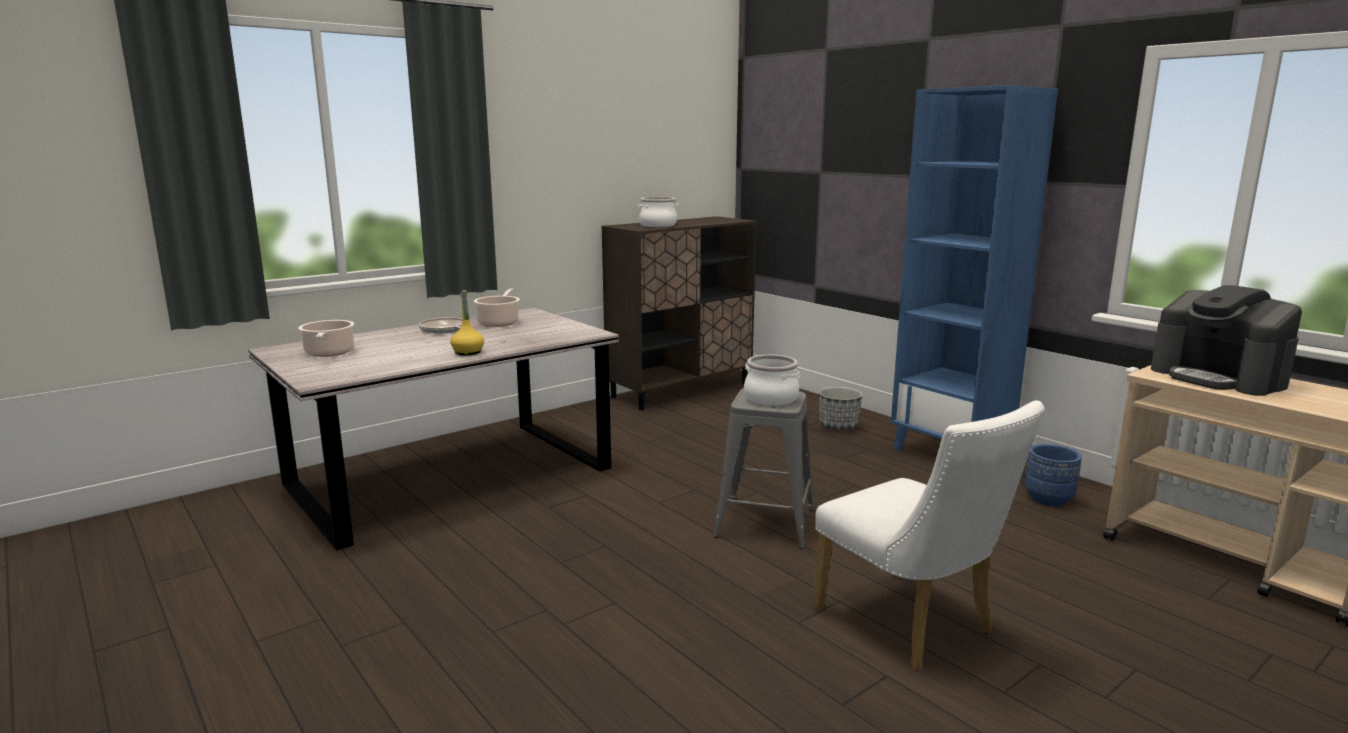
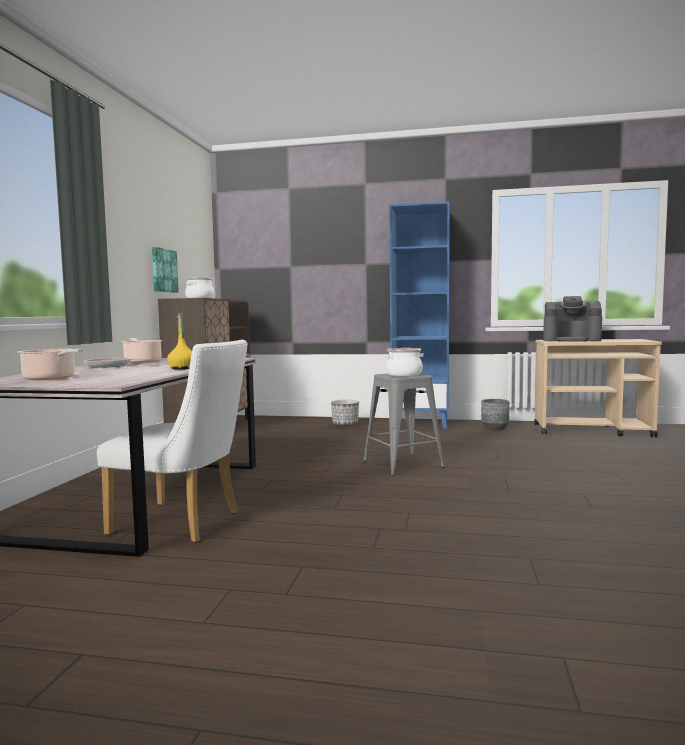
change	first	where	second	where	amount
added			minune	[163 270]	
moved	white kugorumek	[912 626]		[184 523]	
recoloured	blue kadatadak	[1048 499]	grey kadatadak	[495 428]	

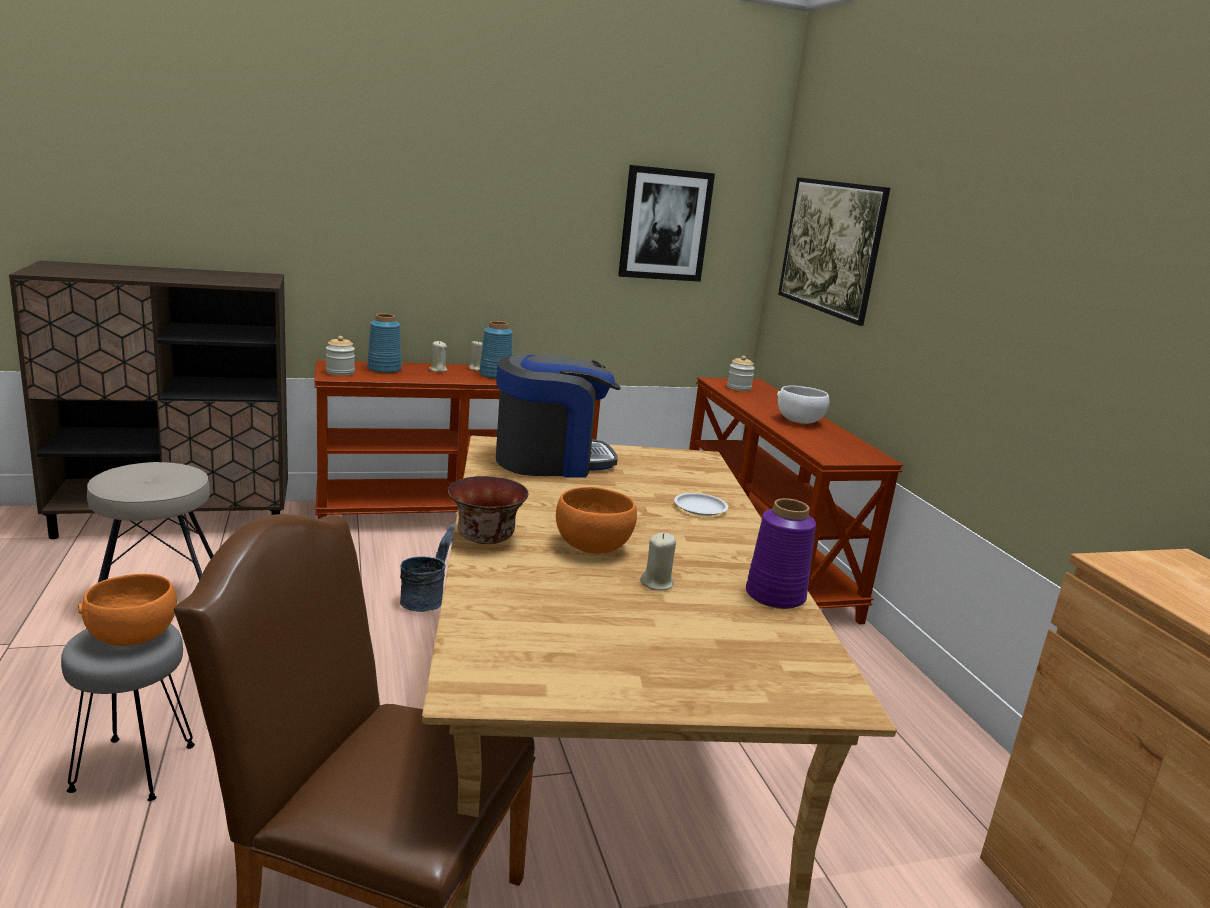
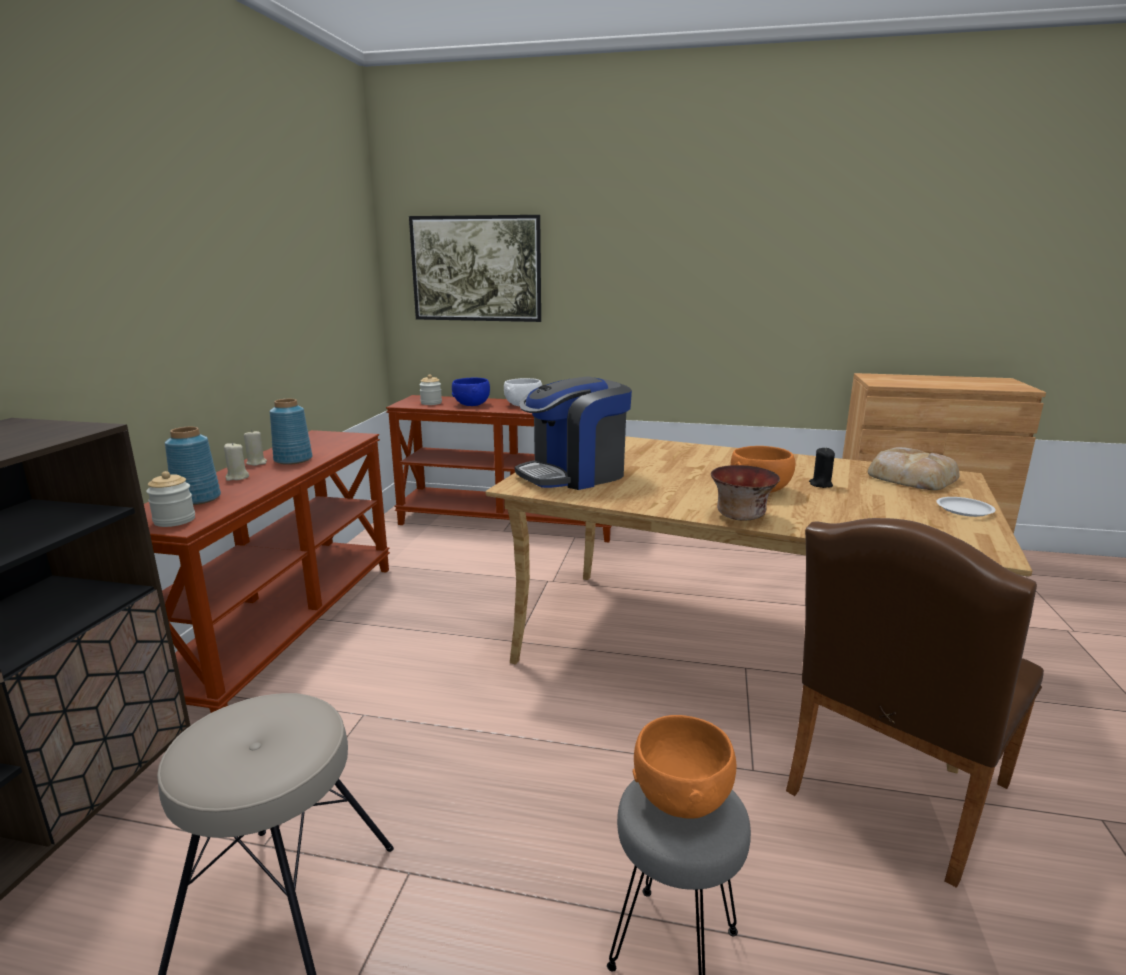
change	first	where	second	where	amount
removed	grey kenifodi	[426 600]			
removed	minune	[665 224]			
removed	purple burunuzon	[774 596]			
added			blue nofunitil	[472 405]	
added			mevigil	[910 477]	
moved	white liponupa	[700 508]		[963 510]	
recoloured	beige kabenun	[657 583]	black kabenun	[820 484]	
turned	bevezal	[551 460]		[574 474]	135 degrees counterclockwise

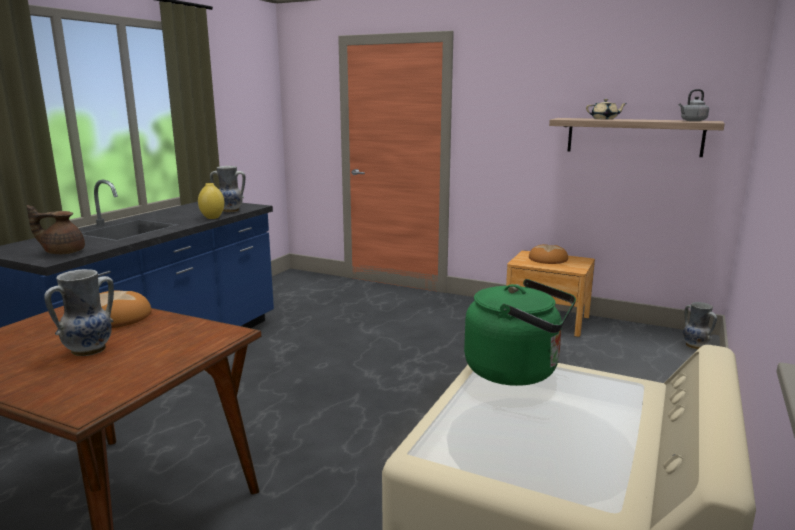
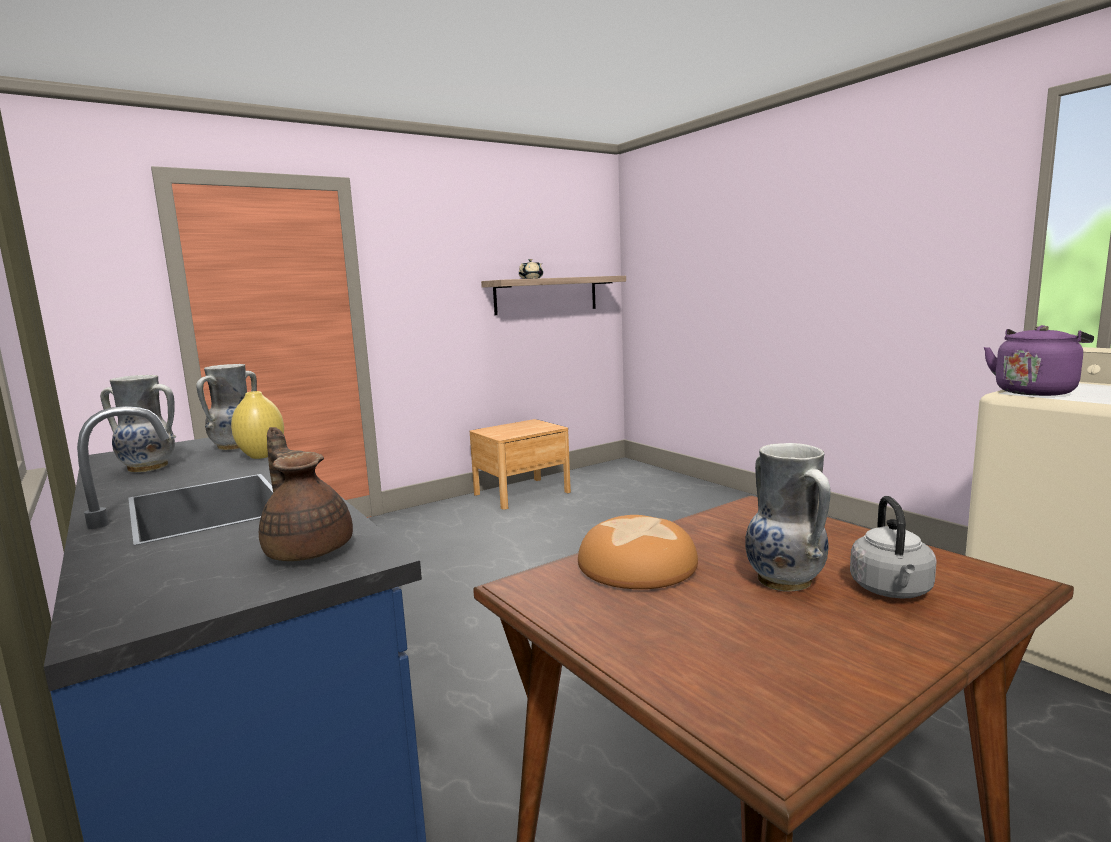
change	first	where	second	where	amount
removed	mevigil	[548 259]			
moved	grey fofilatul	[692 121]		[892 591]	
moved	burunuzon	[695 346]		[149 467]	
recoloured	green fofilatul	[517 371]	purple fofilatul	[1035 391]	
turned	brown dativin	[63 252]		[308 549]	120 degrees clockwise

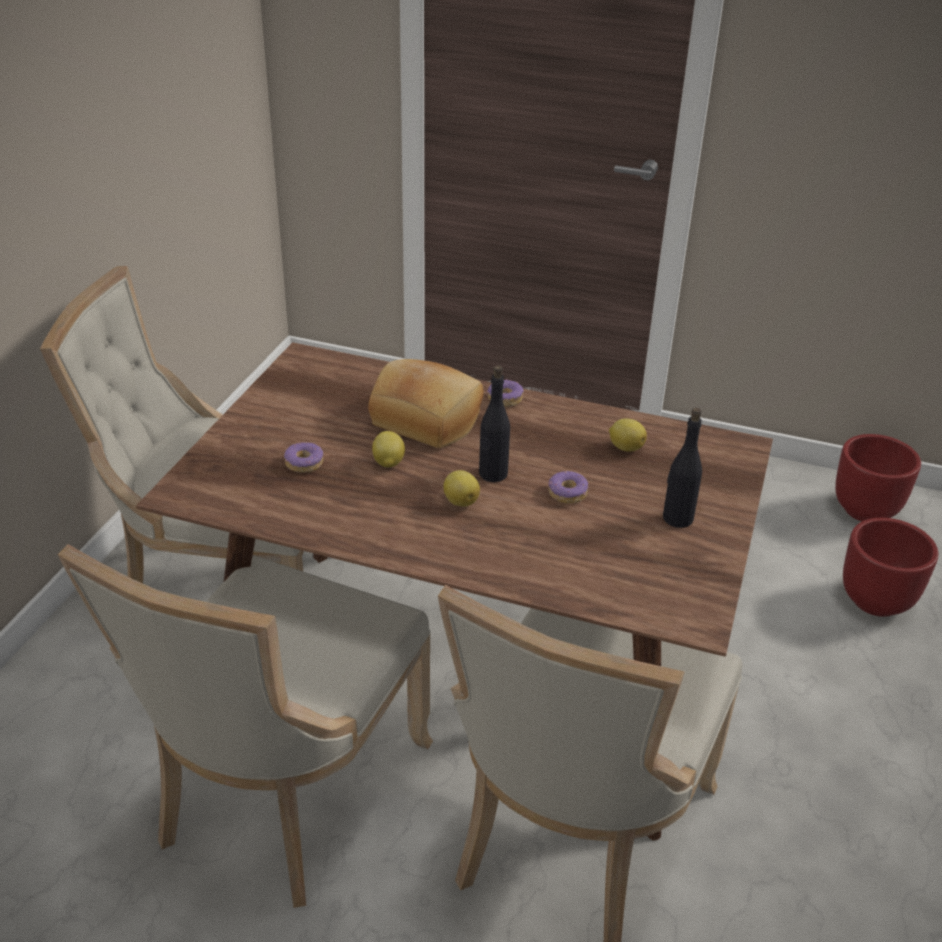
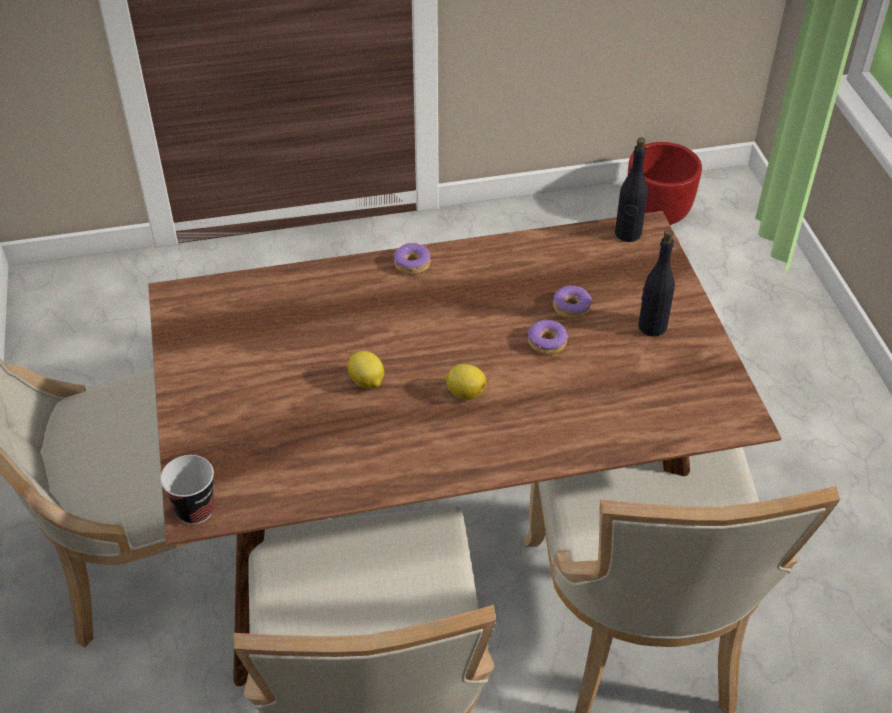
change	first	where	second	where	amount
removed	mevigil	[428 419]			
removed	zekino	[625 447]			
removed	red kadatadak	[875 600]			
added			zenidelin	[195 510]	
moved	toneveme	[304 463]		[571 307]	
moved	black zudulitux	[492 474]		[628 234]	

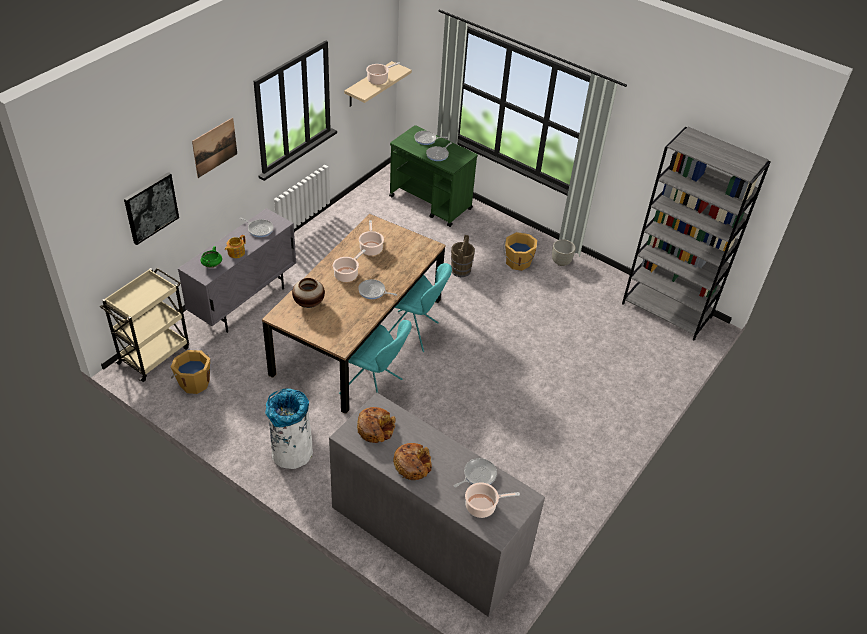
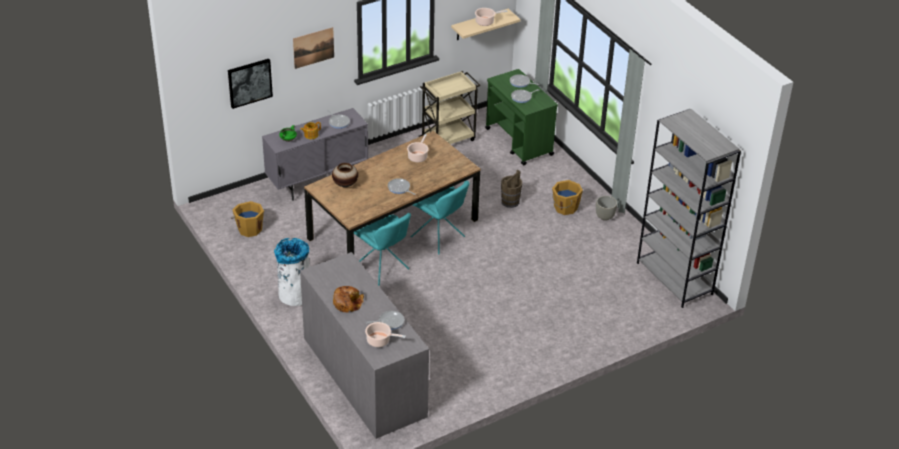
change	first	where	second	where	amount
removed	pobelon	[347 274]			
removed	mevigil	[375 428]			
moved	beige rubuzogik	[155 354]		[448 139]	

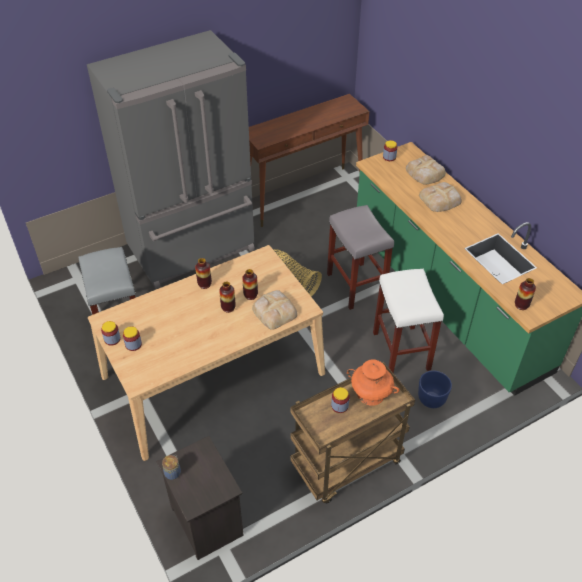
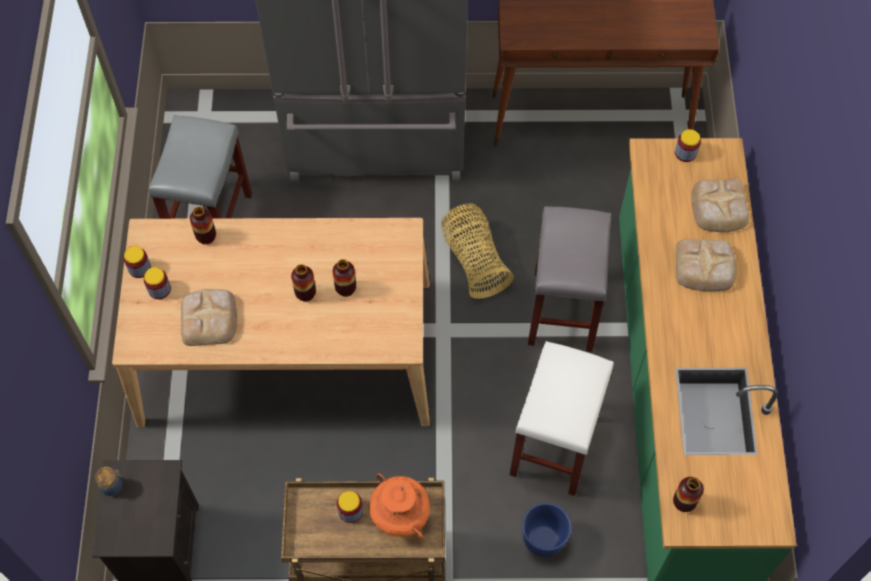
change	first	where	second	where	amount
moved	burunuzon	[204 284]		[206 237]	
moved	mevigil	[274 311]		[209 318]	

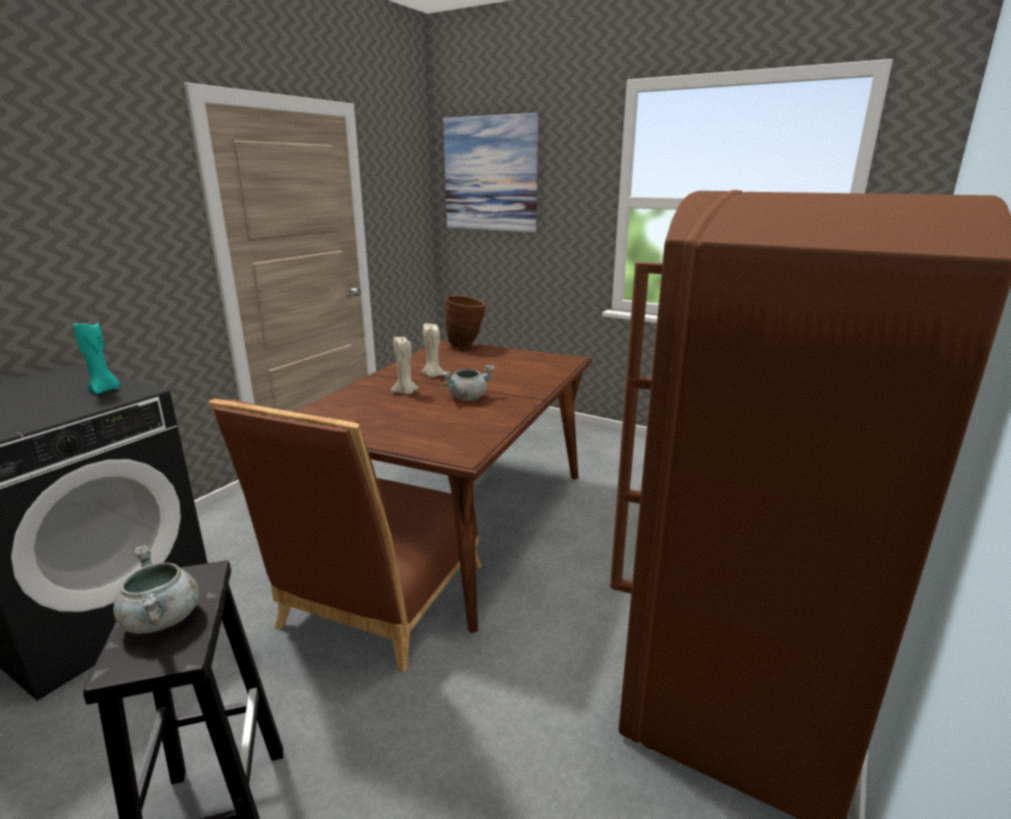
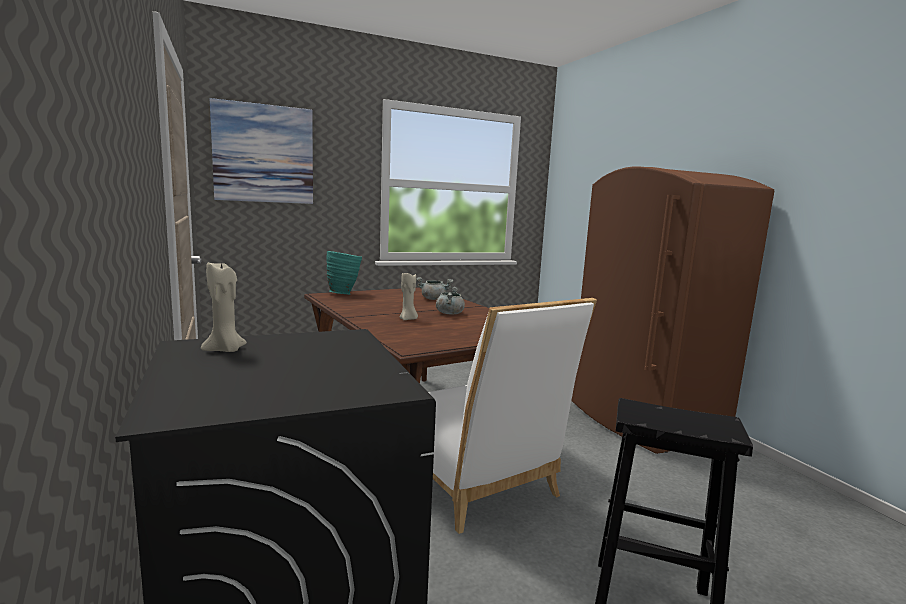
change	first	where	second	where	amount
removed	turquoise kabenun	[104 390]			
moved	grey pobelon	[162 620]		[433 299]	
moved	beige kabenun	[433 376]		[225 350]	
recoloured	brown kugorumek	[377 603]	white kugorumek	[477 483]	
recoloured	brown burunuzon	[466 347]	turquoise burunuzon	[344 293]	

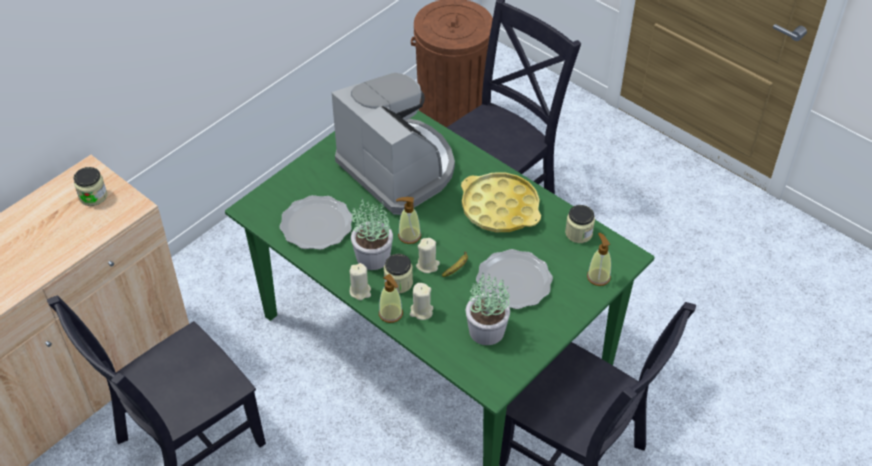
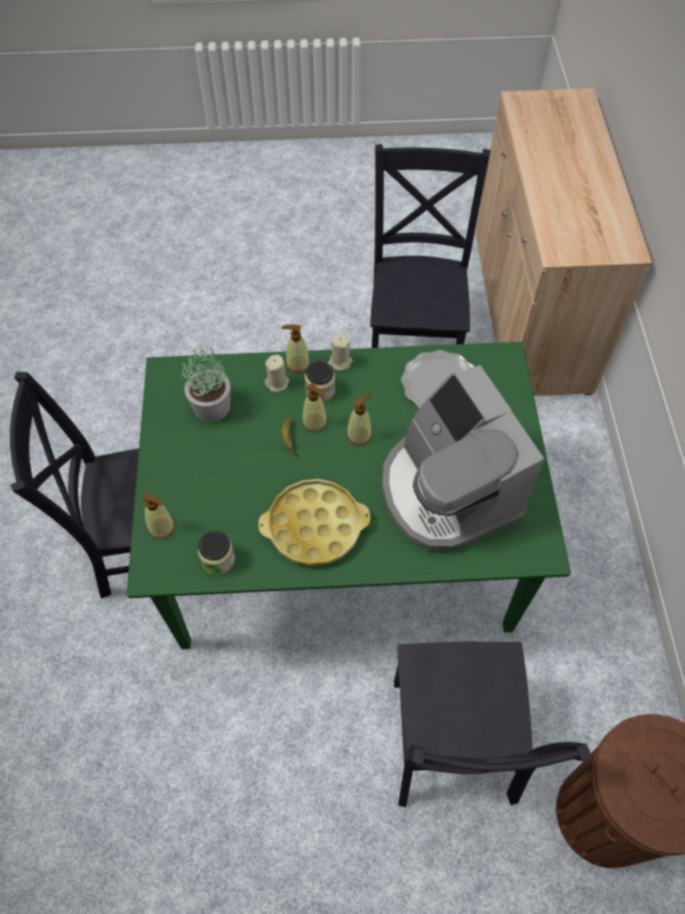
change	first	where	second	where	amount
removed	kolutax	[93 196]			
removed	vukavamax	[372 257]			
removed	liponupa	[514 281]			
replaced	beige kabenun	[427 265]	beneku	[314 422]	
turned	bevezal	[399 168]		[447 491]	60 degrees clockwise

